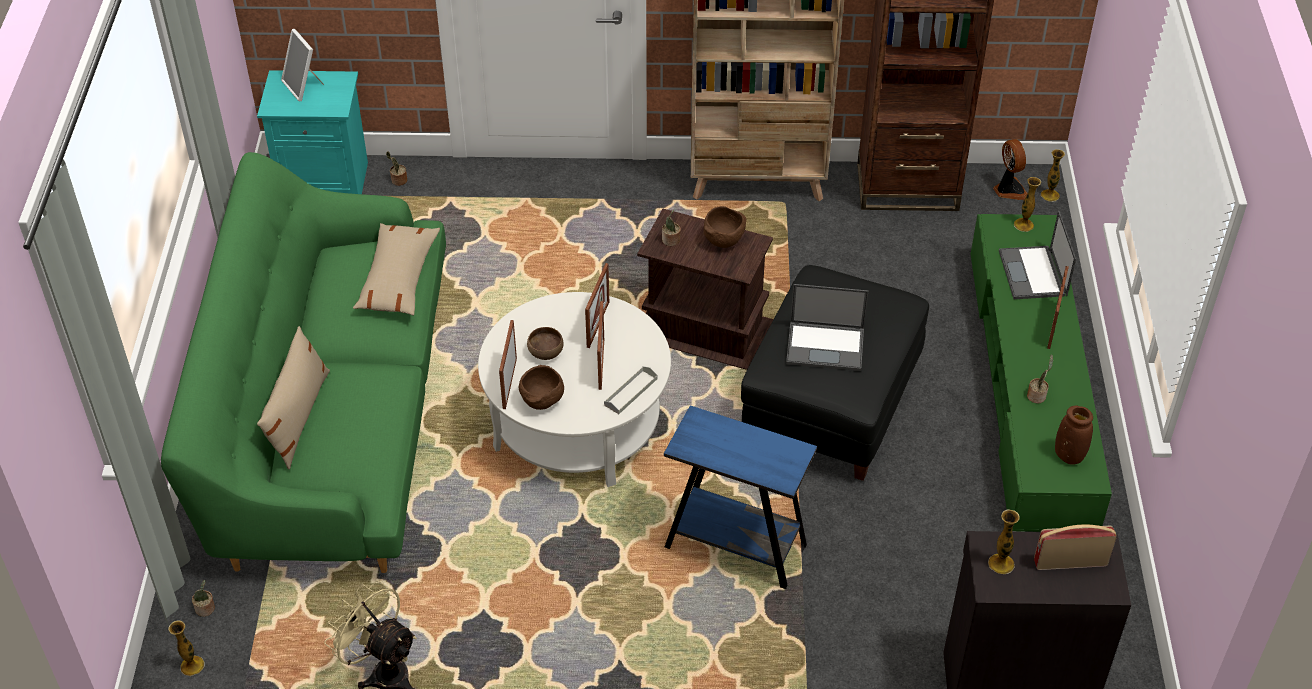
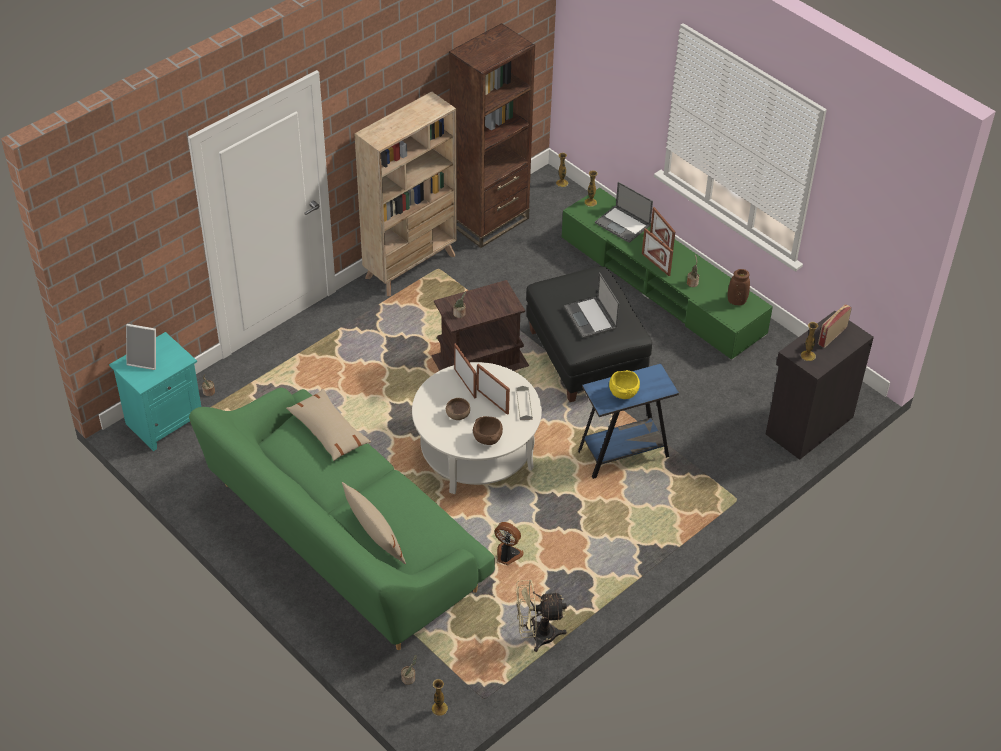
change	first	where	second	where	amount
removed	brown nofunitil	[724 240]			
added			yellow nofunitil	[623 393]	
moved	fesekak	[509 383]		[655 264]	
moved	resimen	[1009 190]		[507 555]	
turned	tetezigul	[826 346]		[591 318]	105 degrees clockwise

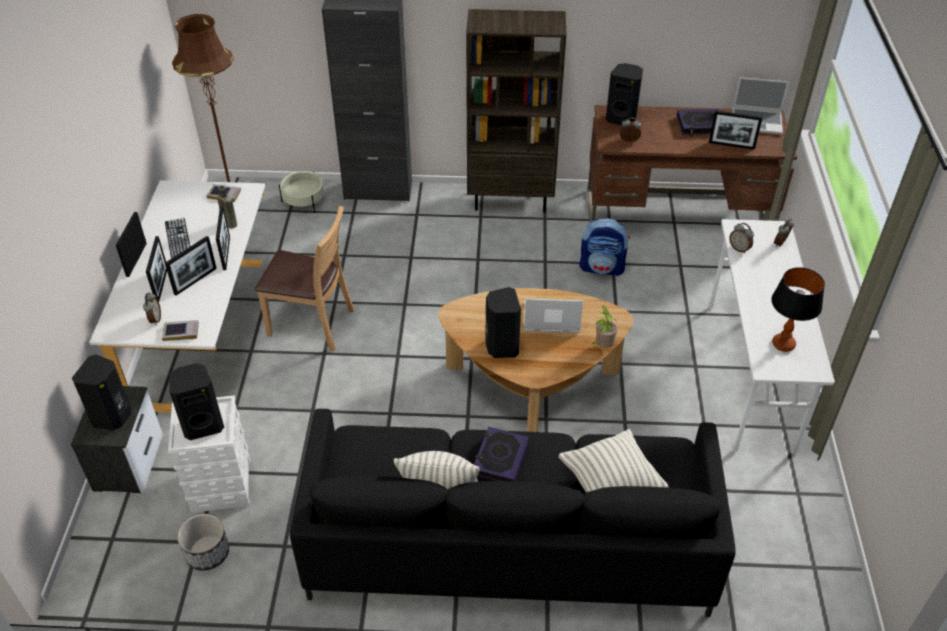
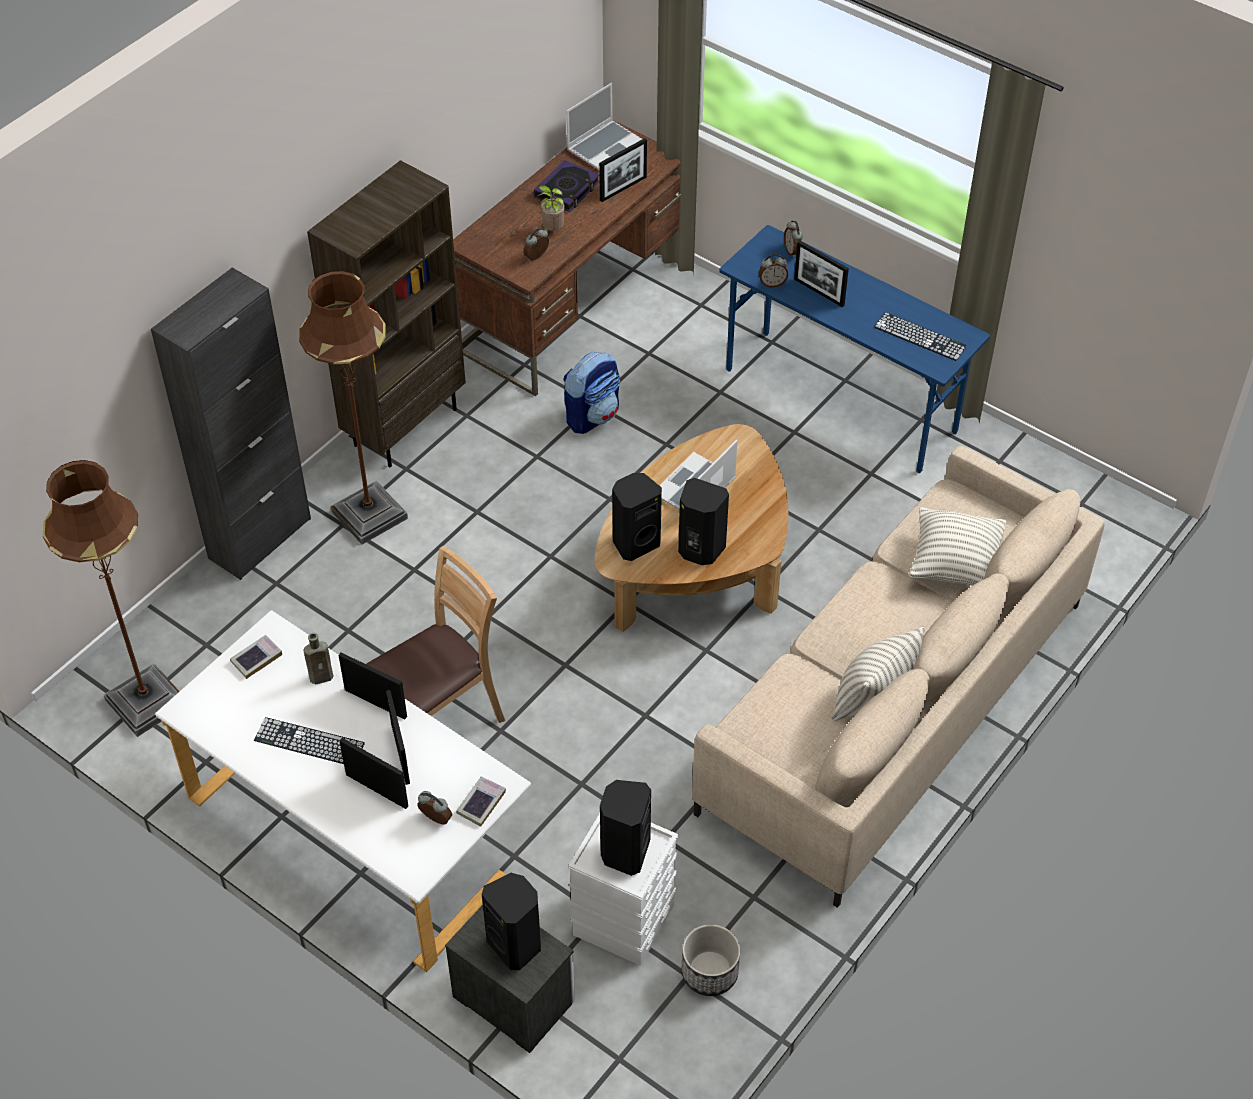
change	first	where	second	where	amount
removed	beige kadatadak	[304 201]			
removed	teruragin	[500 458]			
added			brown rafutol	[369 515]	
moved	fesekak	[136 259]		[819 292]	
moved	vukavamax	[602 346]		[551 231]	
moved	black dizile	[622 119]		[635 543]	
replaced	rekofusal	[783 344]	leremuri	[920 336]	
recoloured	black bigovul	[509 543]	beige bigovul	[892 705]	
recoloured	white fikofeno	[750 376]	blue fikofeno	[841 400]	

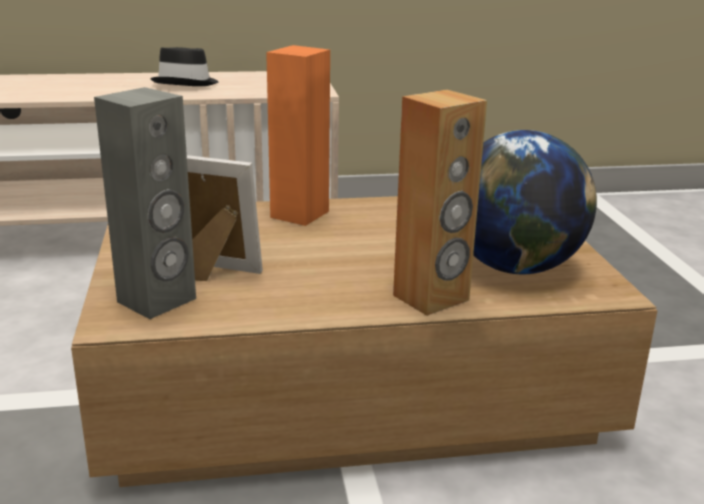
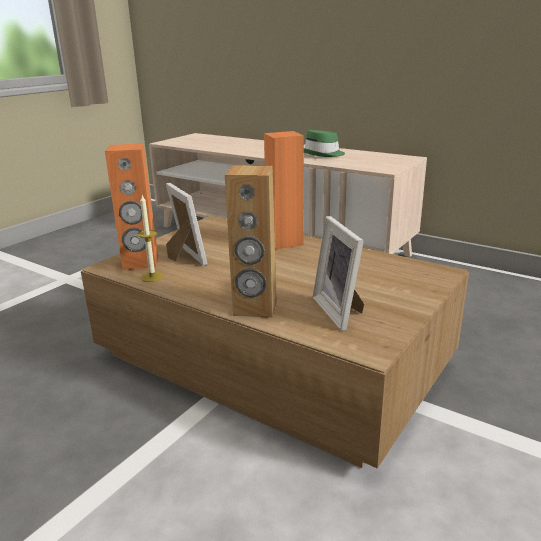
change	first	where	second	where	amount
added			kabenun	[152 277]	
replaced	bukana	[515 267]	fesekak	[341 311]	
recoloured	grey dizile	[157 300]	orange dizile	[140 263]	
recoloured	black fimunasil	[187 83]	green fimunasil	[323 154]	

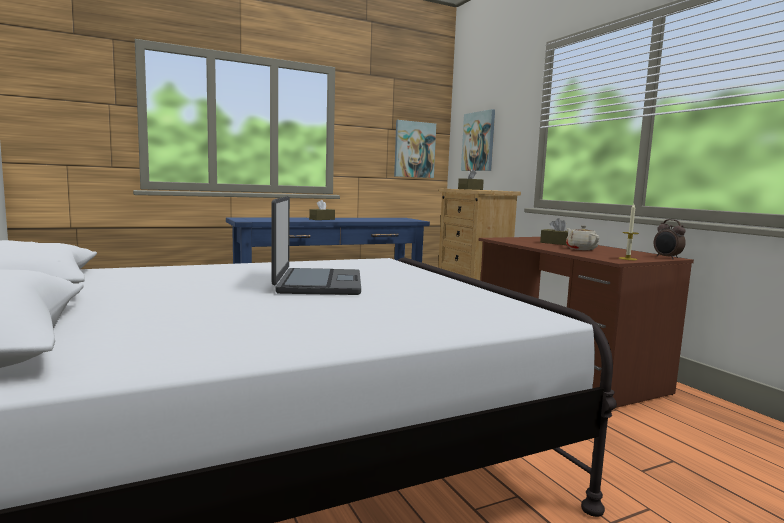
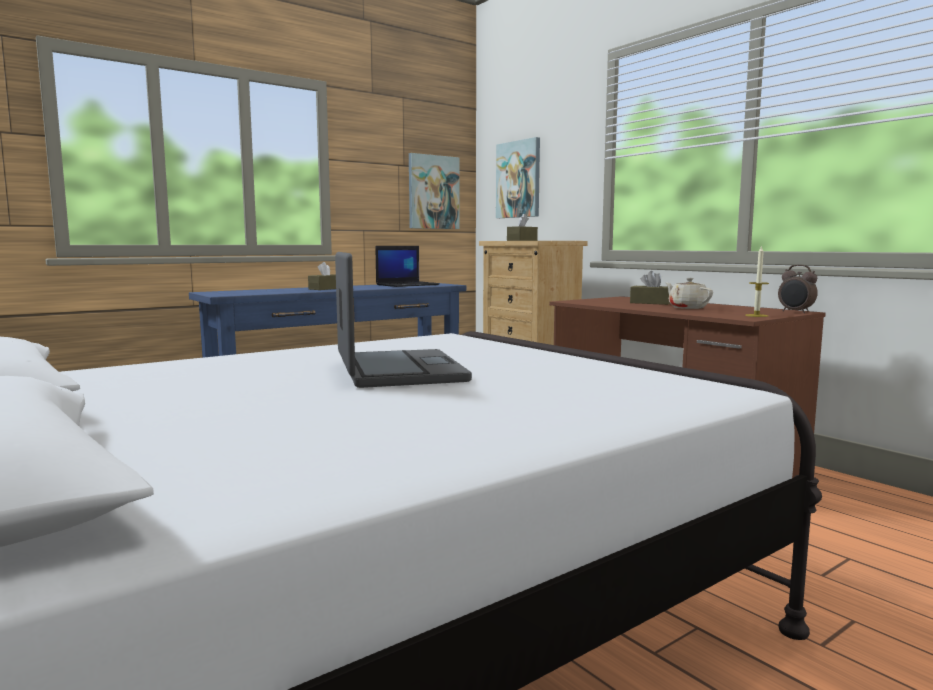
change	first	where	second	where	amount
added			tetezigul	[407 285]	

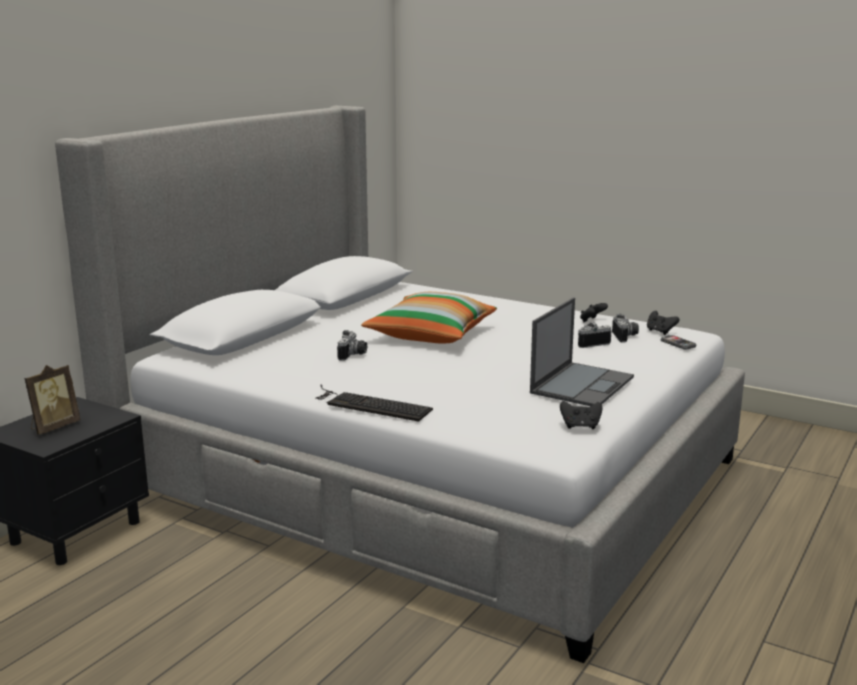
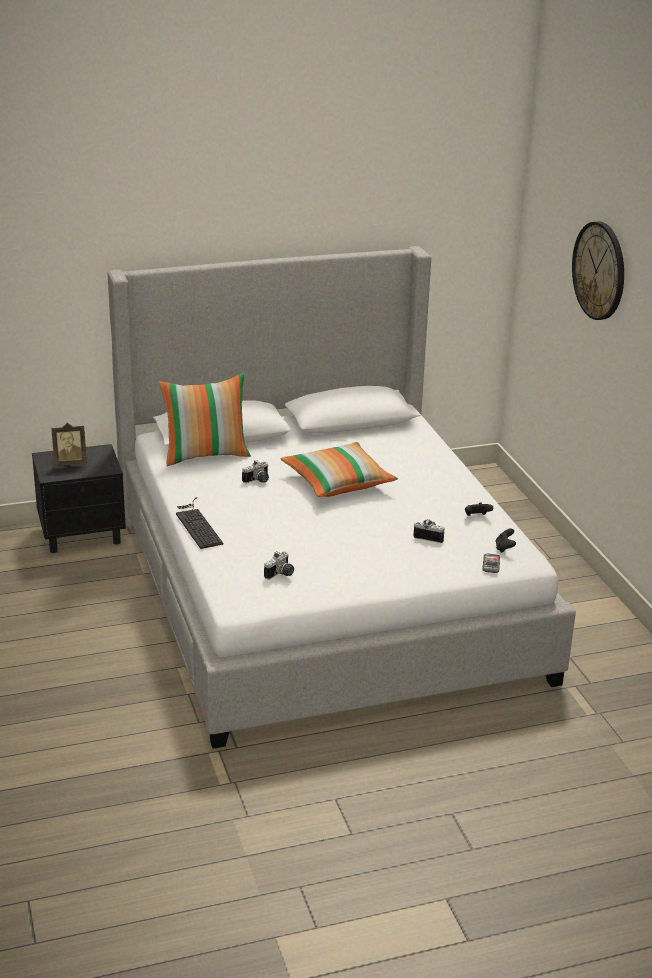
change	first	where	second	where	amount
removed	tetezigul	[582 384]			
removed	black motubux	[580 426]			
added			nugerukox	[206 455]	
added			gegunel	[599 270]	
moved	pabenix	[626 337]		[281 574]	

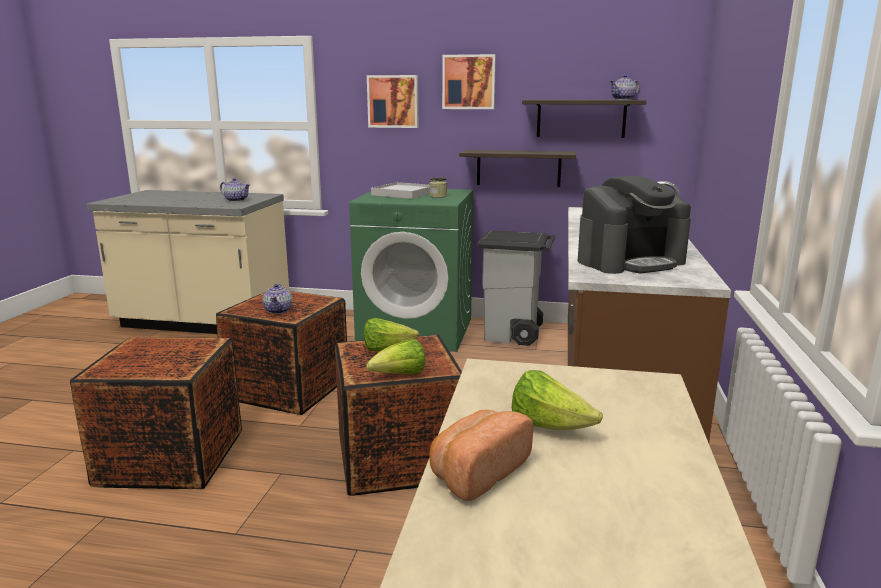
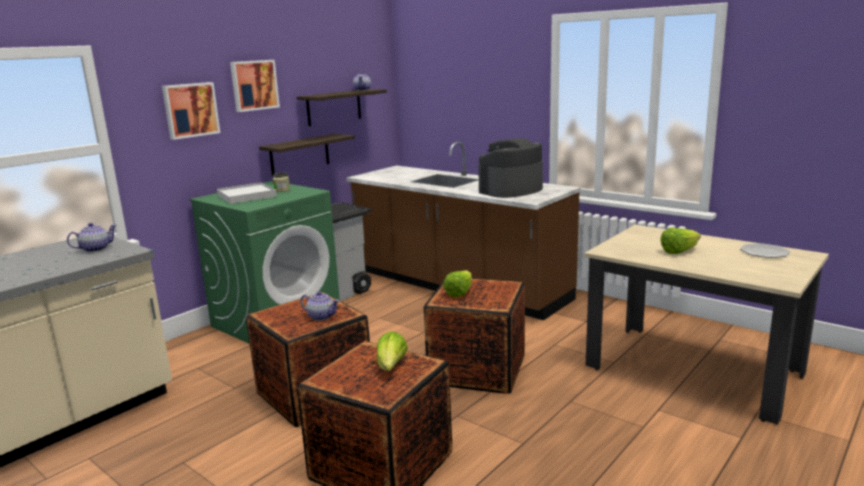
change	first	where	second	where	amount
removed	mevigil	[477 472]			
added			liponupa	[764 252]	
moved	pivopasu	[400 376]		[391 367]	
turned	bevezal	[630 261]		[511 190]	135 degrees counterclockwise

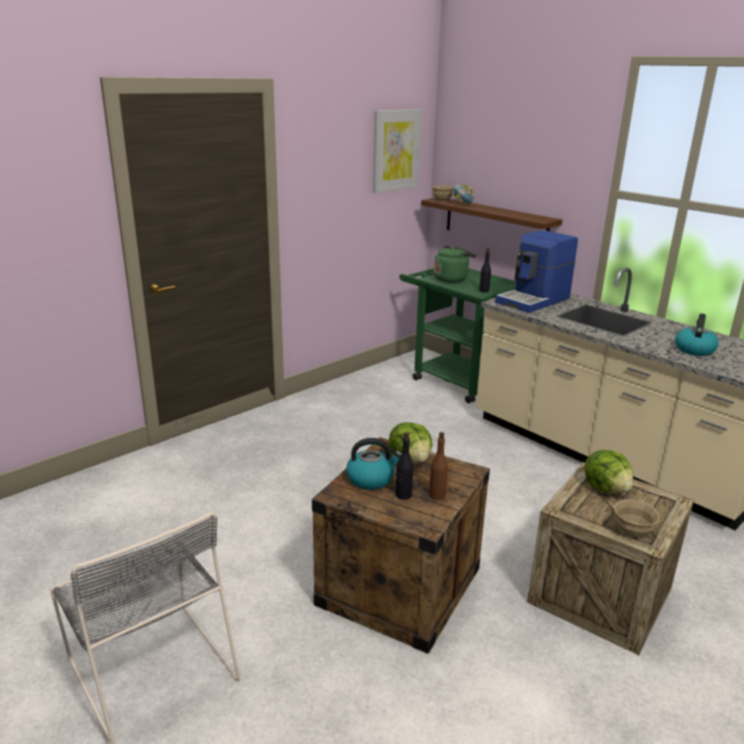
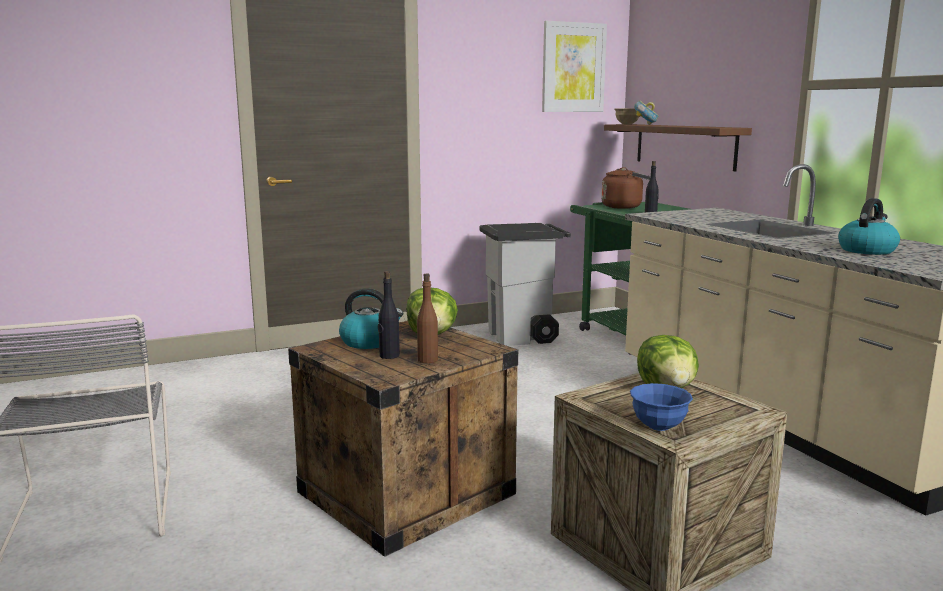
change	first	where	second	where	amount
removed	bevezal	[534 300]			
added			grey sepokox	[522 336]	
recoloured	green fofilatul	[452 279]	brown fofilatul	[624 207]	
recoloured	beige nofunitil	[632 532]	blue nofunitil	[658 426]	

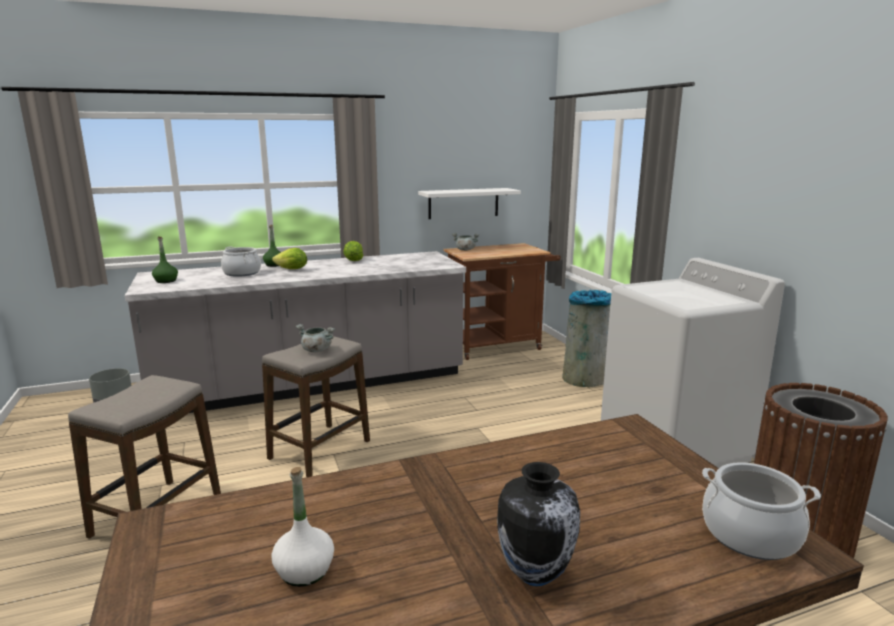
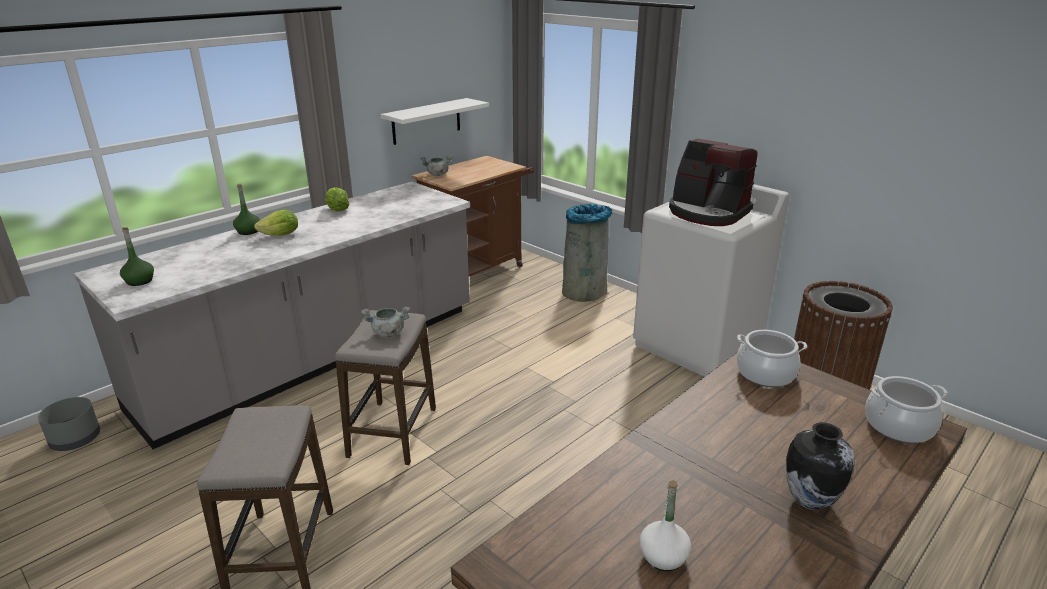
change	first	where	second	where	amount
added			bevezal	[707 212]	
moved	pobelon	[242 273]		[765 374]	

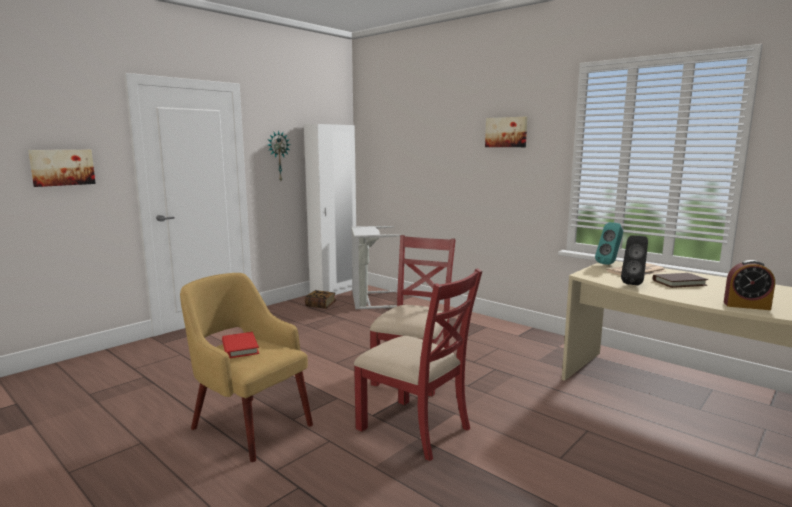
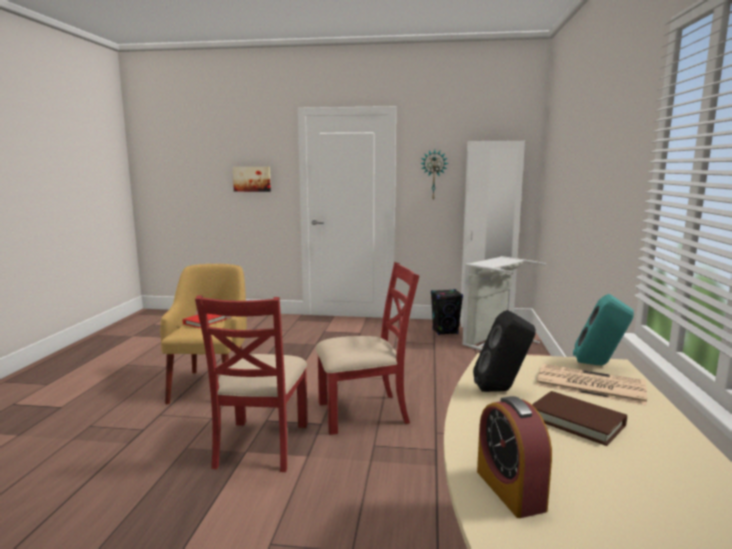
change	first	where	second	where	amount
removed	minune	[506 132]			
replaced	teruragin	[320 305]	black dizile	[445 332]	

